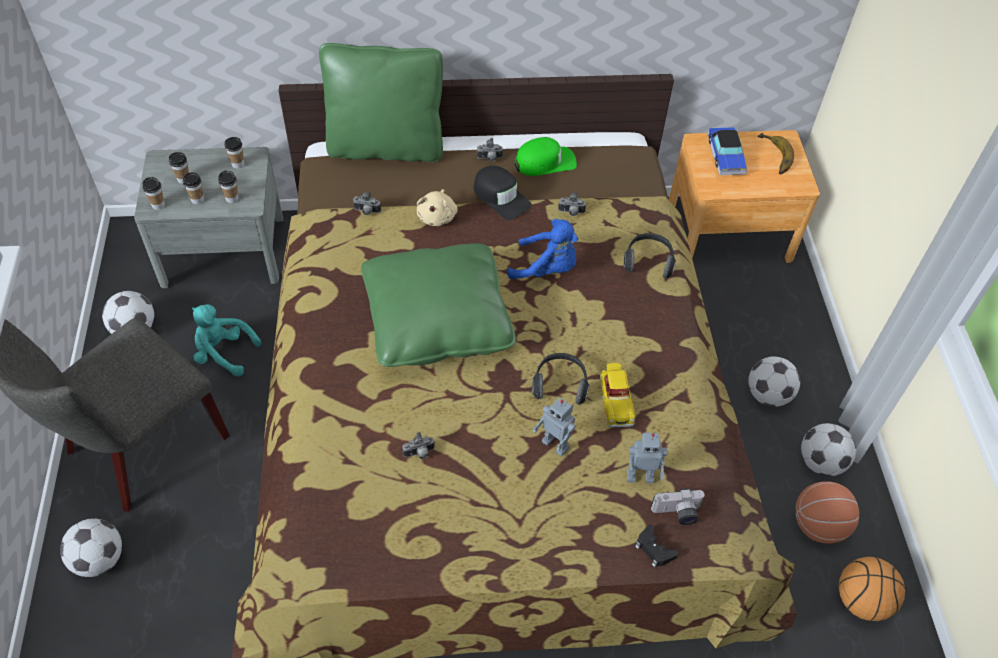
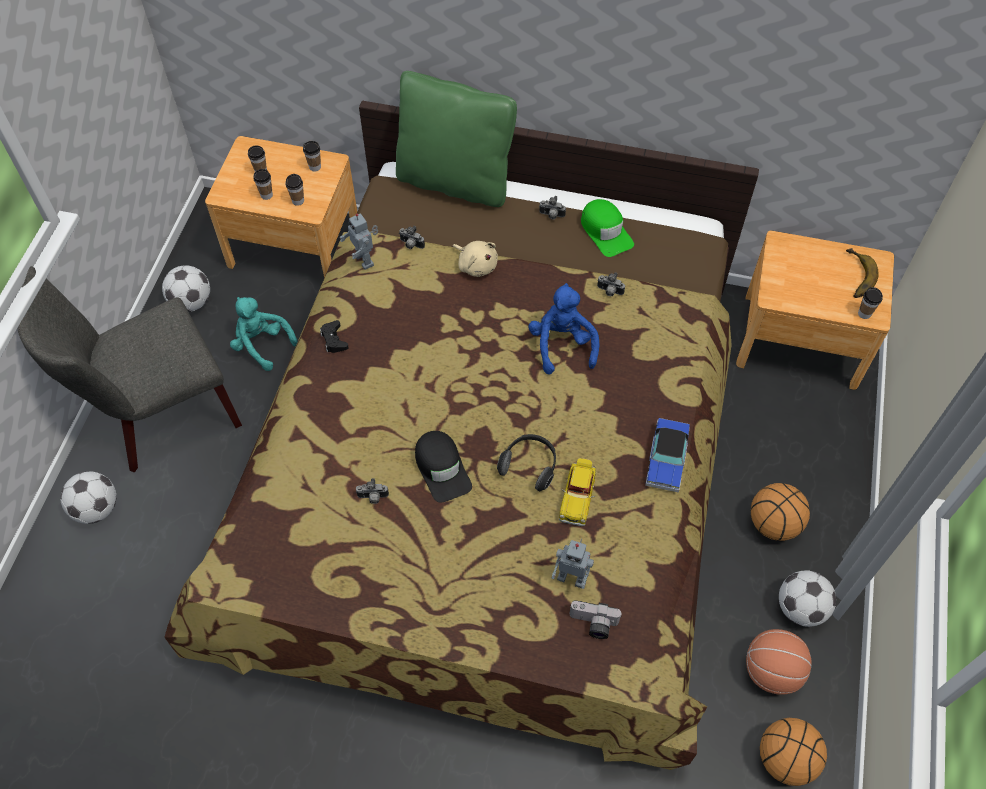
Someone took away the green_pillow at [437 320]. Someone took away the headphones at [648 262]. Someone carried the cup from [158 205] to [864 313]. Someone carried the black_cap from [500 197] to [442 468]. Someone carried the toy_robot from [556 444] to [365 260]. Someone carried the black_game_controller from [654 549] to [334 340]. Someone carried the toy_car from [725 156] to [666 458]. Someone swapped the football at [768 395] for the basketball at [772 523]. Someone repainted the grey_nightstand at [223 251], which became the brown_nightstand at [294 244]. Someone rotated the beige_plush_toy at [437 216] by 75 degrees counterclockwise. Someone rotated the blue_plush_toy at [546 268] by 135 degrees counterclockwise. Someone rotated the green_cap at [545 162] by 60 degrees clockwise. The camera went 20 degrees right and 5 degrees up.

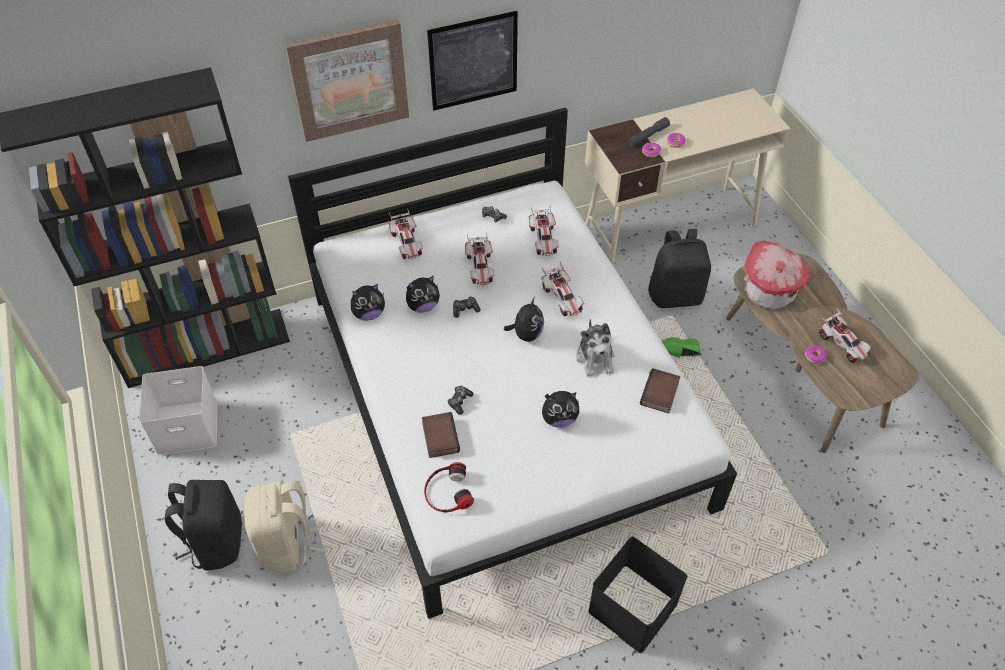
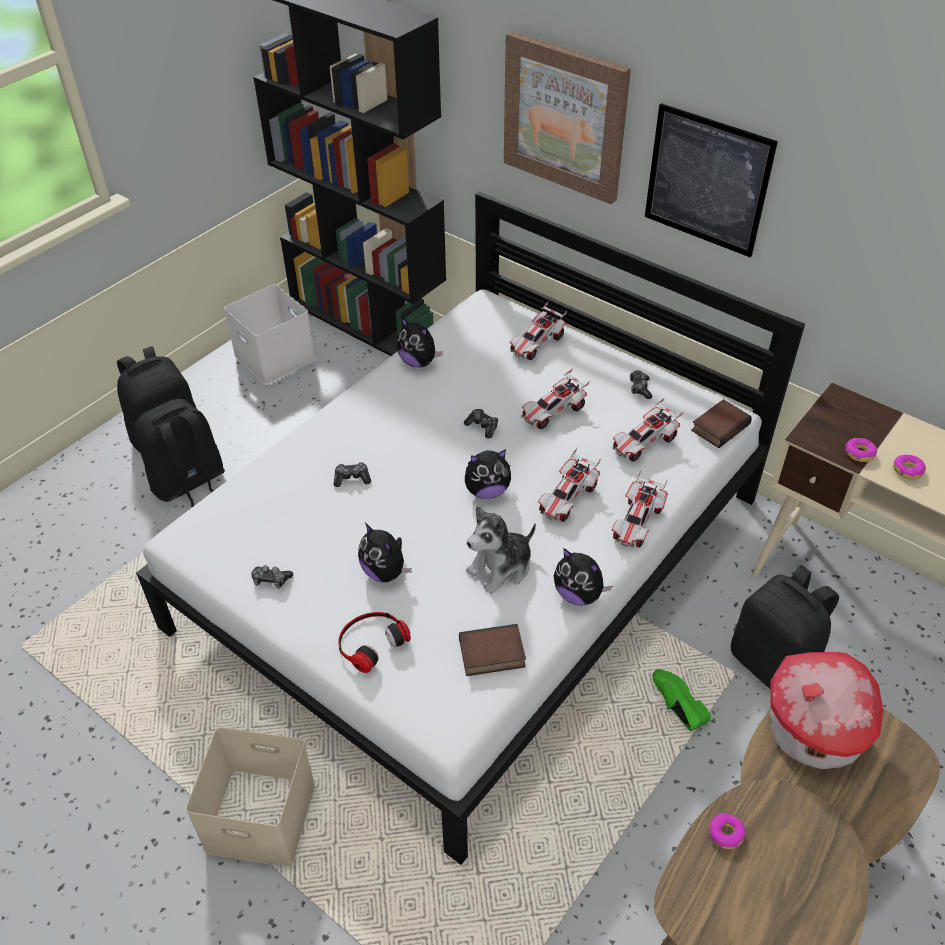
Someone took away the grey_flashlight at [648 136]. Someone put down the game_controller at [271 580]. Someone carried the plush_toy from [423 306] to [578 594]. Someone carried the book from [439 437] to [719 426]. Someone carried the headphones from [447 492] to [371 642]. Someone carried the toy_car from [842 344] to [637 523]. Someone repainted the beige_backpack at [288 545], which became the black_backpack at [189 484]. Someone repainted the black_storage_box at [633 610], which became the beige_storage_box at [258 819]. The camera went 60 degrees right and 5 degrees down.

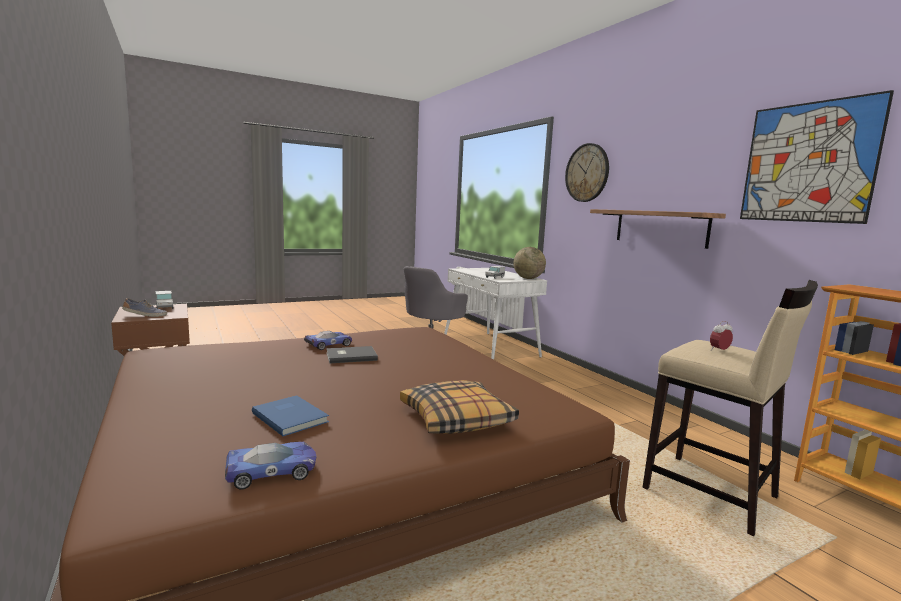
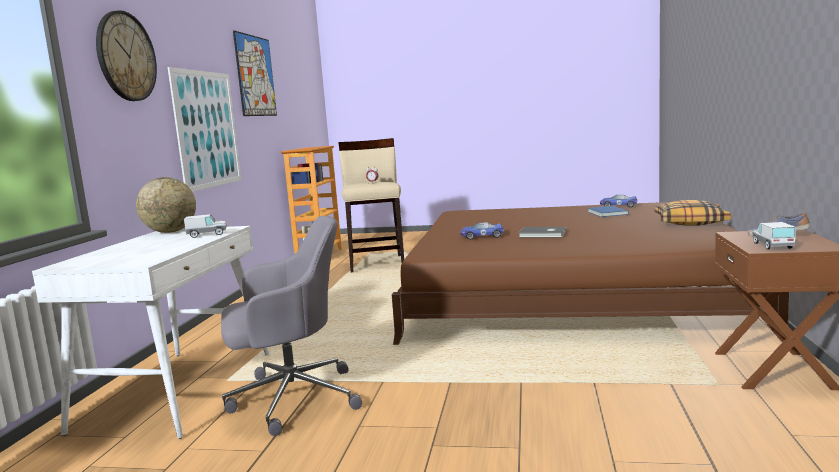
Someone carried the toy_car from [329 344] to [481 236]. Someone carried the pillow from [456 419] to [690 222]. Someone swapped the shelf at [660 227] for the picture at [207 129]. The camera went 140 degrees left and 0 degrees up.

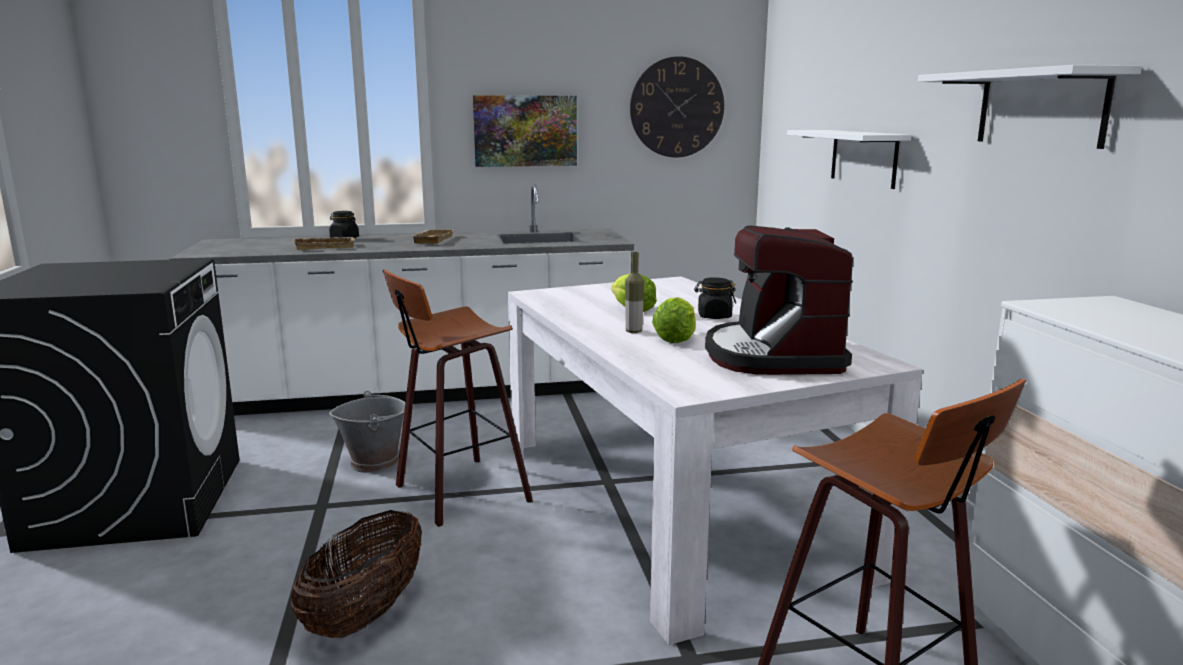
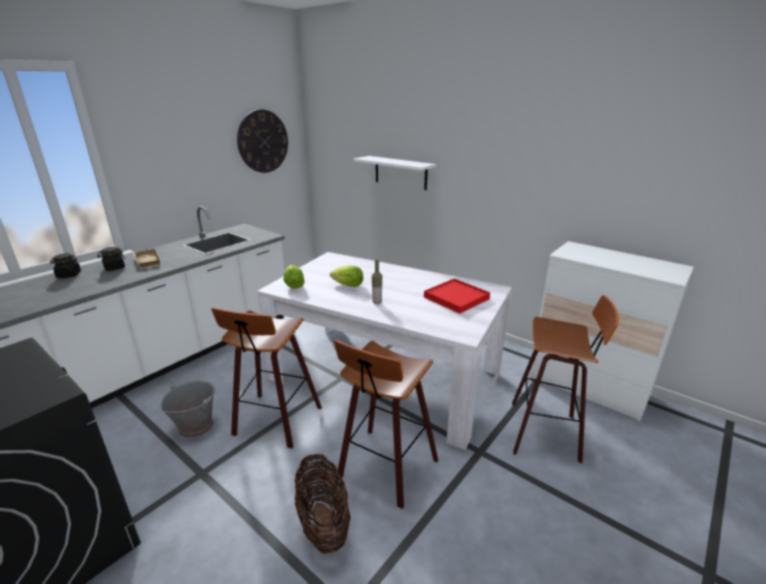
Someone took away the beige_tray at [325 246]. Someone took away the picture at [525 131]. Someone took away the white_shelf at [1040 108]. Someone put down the stool at [385 469]. Someone carried the lettuce from [676 339] to [294 285]. Someone carried the black_jar from [714 316] to [114 268]. Someone swapped the coffee_machine at [773 356] for the red_tray at [456 298]. The camera went 40 degrees left and 10 degrees up.

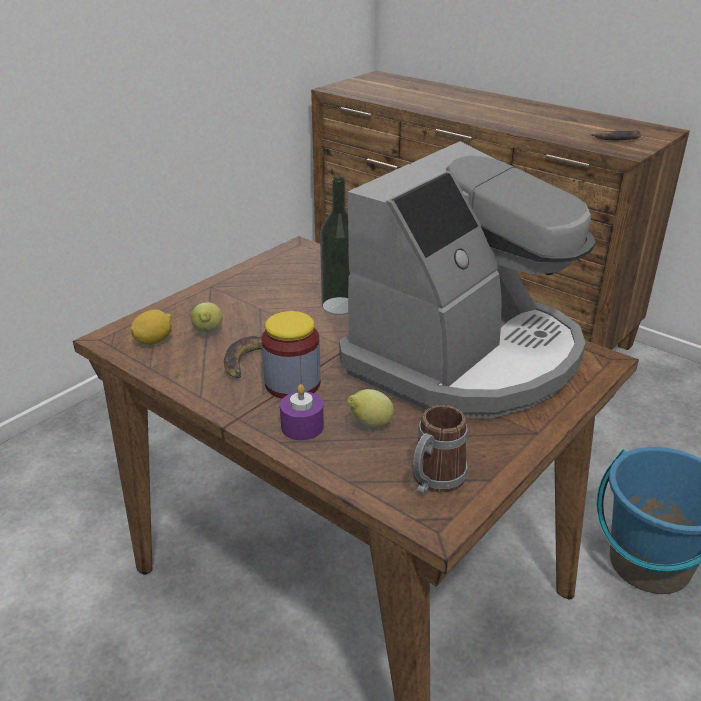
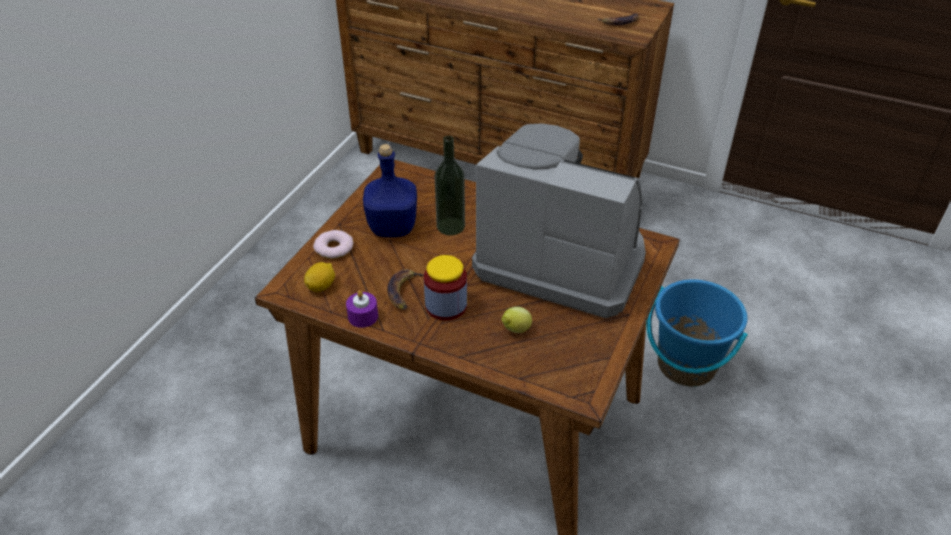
Someone took away the lemon at [208 333]. Someone took away the mug at [433 482]. Someone put down the donut at [334 248]. Someone put down the blue_bottle at [392 227]. Someone carried the purple_candle from [302 426] to [363 316]. Someone rotated the coffee_machine at [466 357] by 90 degrees counterclockwise. The camera went 15 degrees left and 10 degrees up.

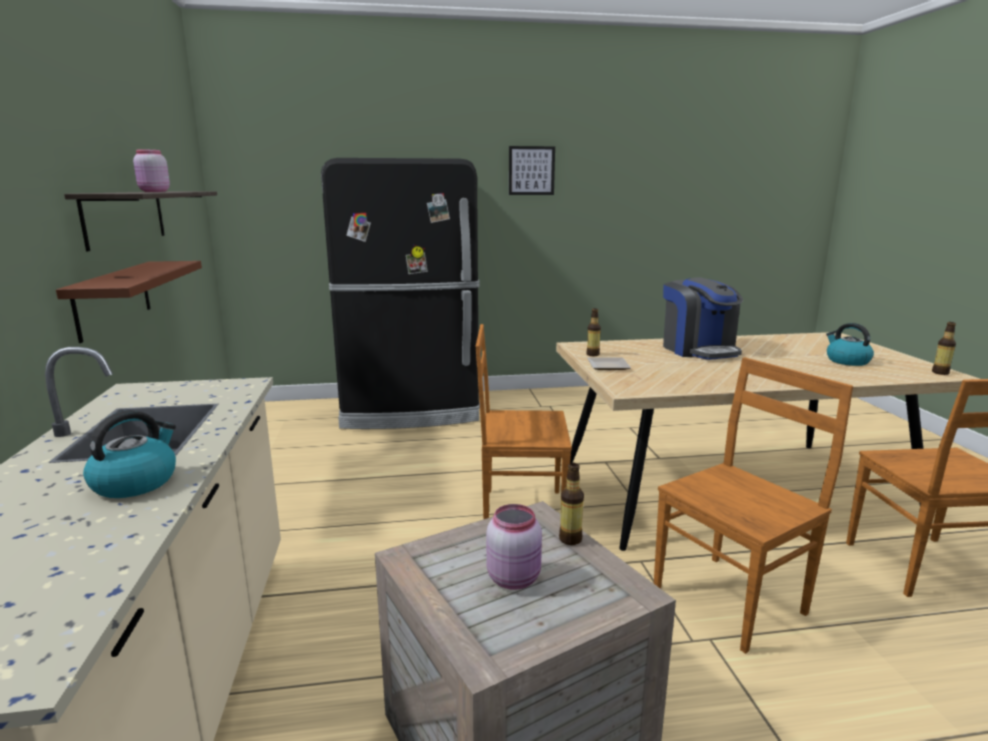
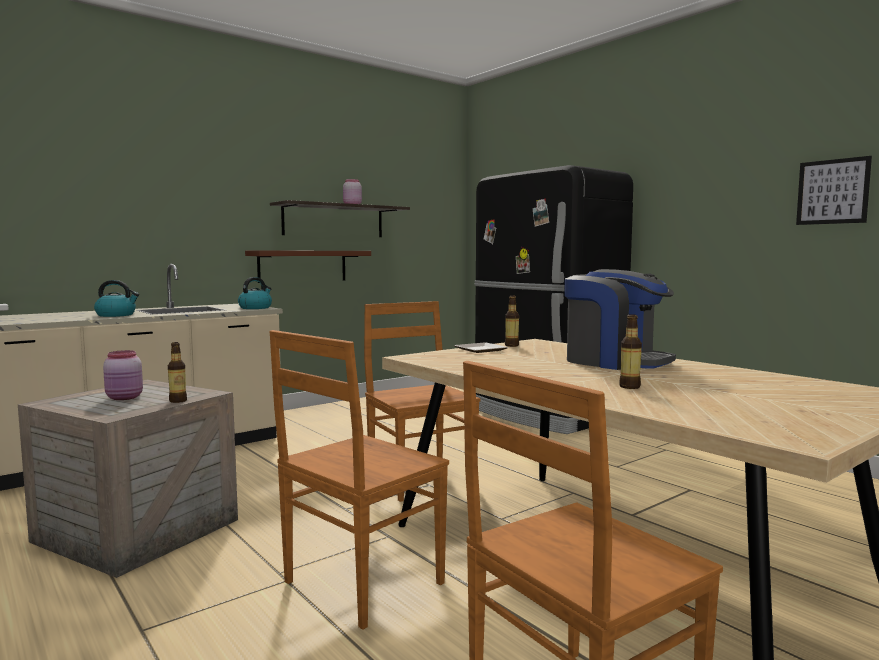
Someone carried the picture from [531 170] to [832 191]. Someone carried the kettle from [846 361] to [255 308]. Someone carried the bottle from [940 373] to [629 387]. Someone rotated the brown_chair at [731 599] by 105 degrees clockwise. Someone rotated the coffee_machine at [698 350] by 90 degrees counterclockwise. The camera went 60 degrees right and 10 degrees down.

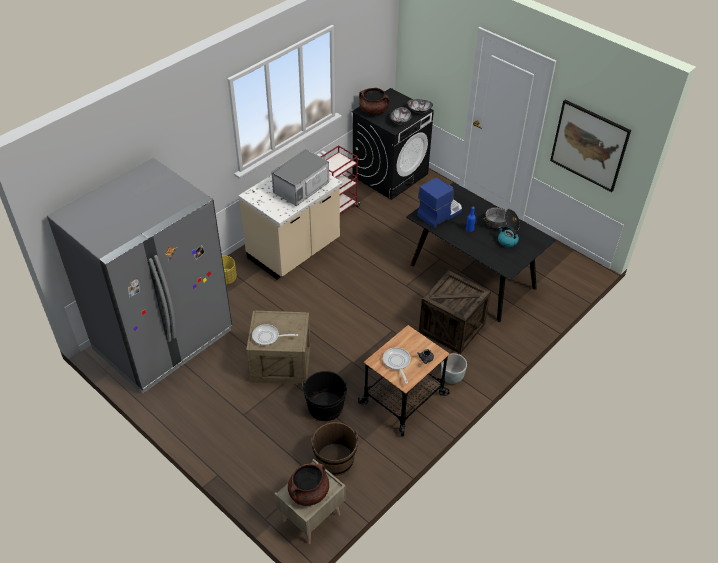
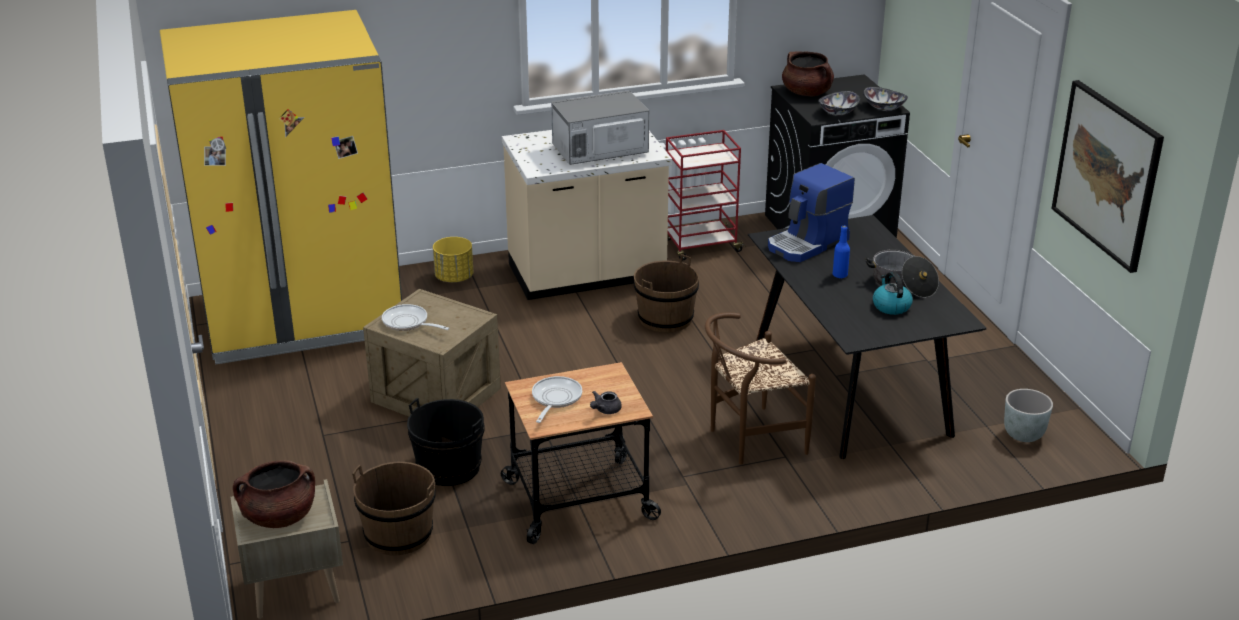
Someone put down the brown_bucket at [665 319]. Someone carried the grey_planter from [452 377] to [1024 435]. Someone swapped the crate at [452 327] for the brown_chair at [749 440]. Someone repainted the grey_fridge at [164 340], which became the yellow_fridge at [302 318]. Someone rotated the coffee_machine at [439 213] by 150 degrees clockwise. The camera went 30 degrees right and 15 degrees down.

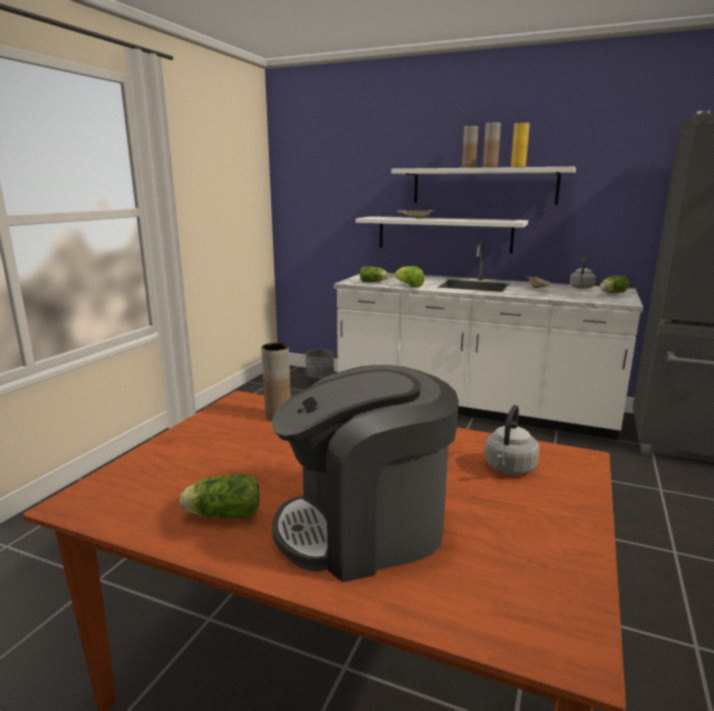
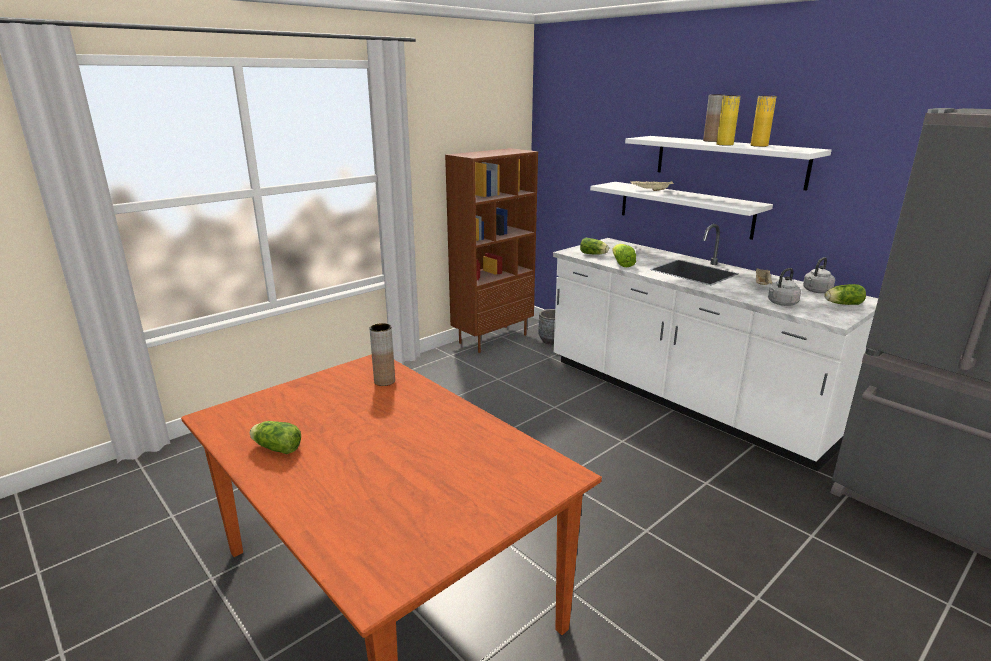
Someone took away the coffee_machine at [365 527]. Someone put down the brown_bookcase at [492 338]. Someone carried the grey_kettle from [509 469] to [781 303]. Someone repainted the brown_vase at [490 167], which became the yellow_vase at [724 144]. The camera went 25 degrees right and 5 degrees up.

